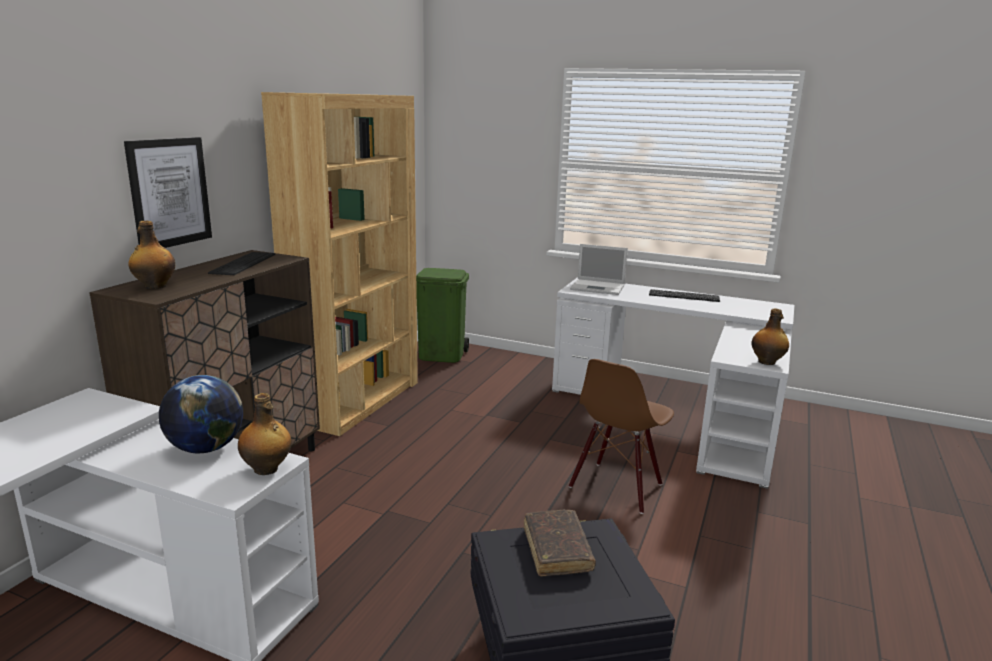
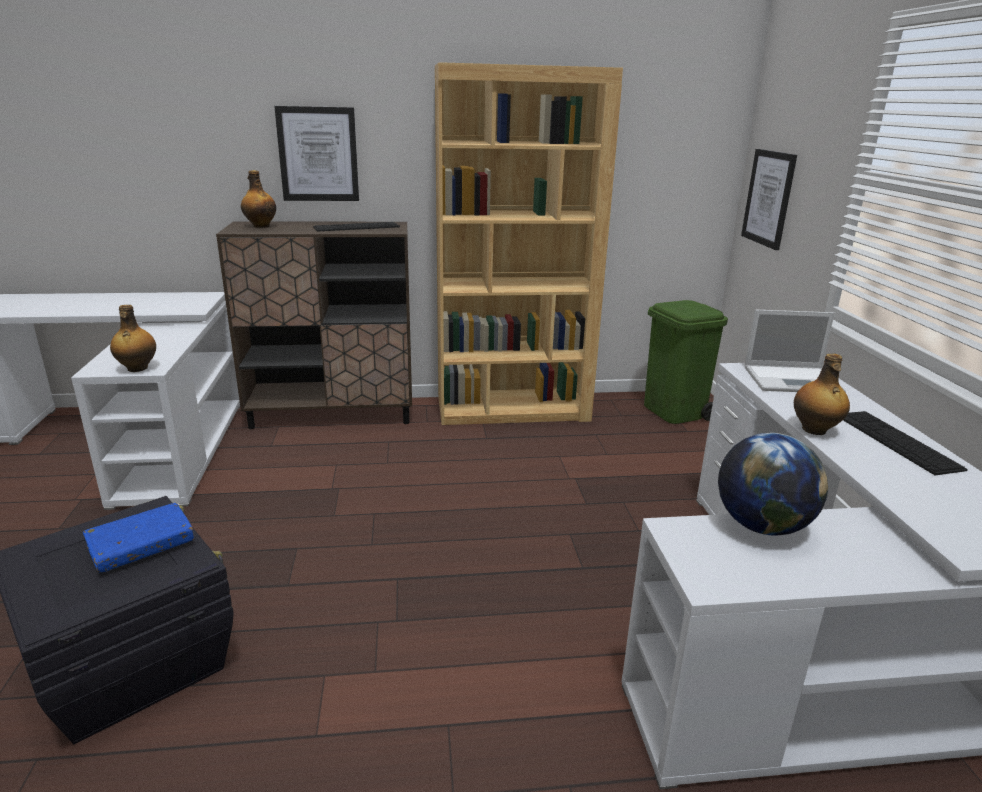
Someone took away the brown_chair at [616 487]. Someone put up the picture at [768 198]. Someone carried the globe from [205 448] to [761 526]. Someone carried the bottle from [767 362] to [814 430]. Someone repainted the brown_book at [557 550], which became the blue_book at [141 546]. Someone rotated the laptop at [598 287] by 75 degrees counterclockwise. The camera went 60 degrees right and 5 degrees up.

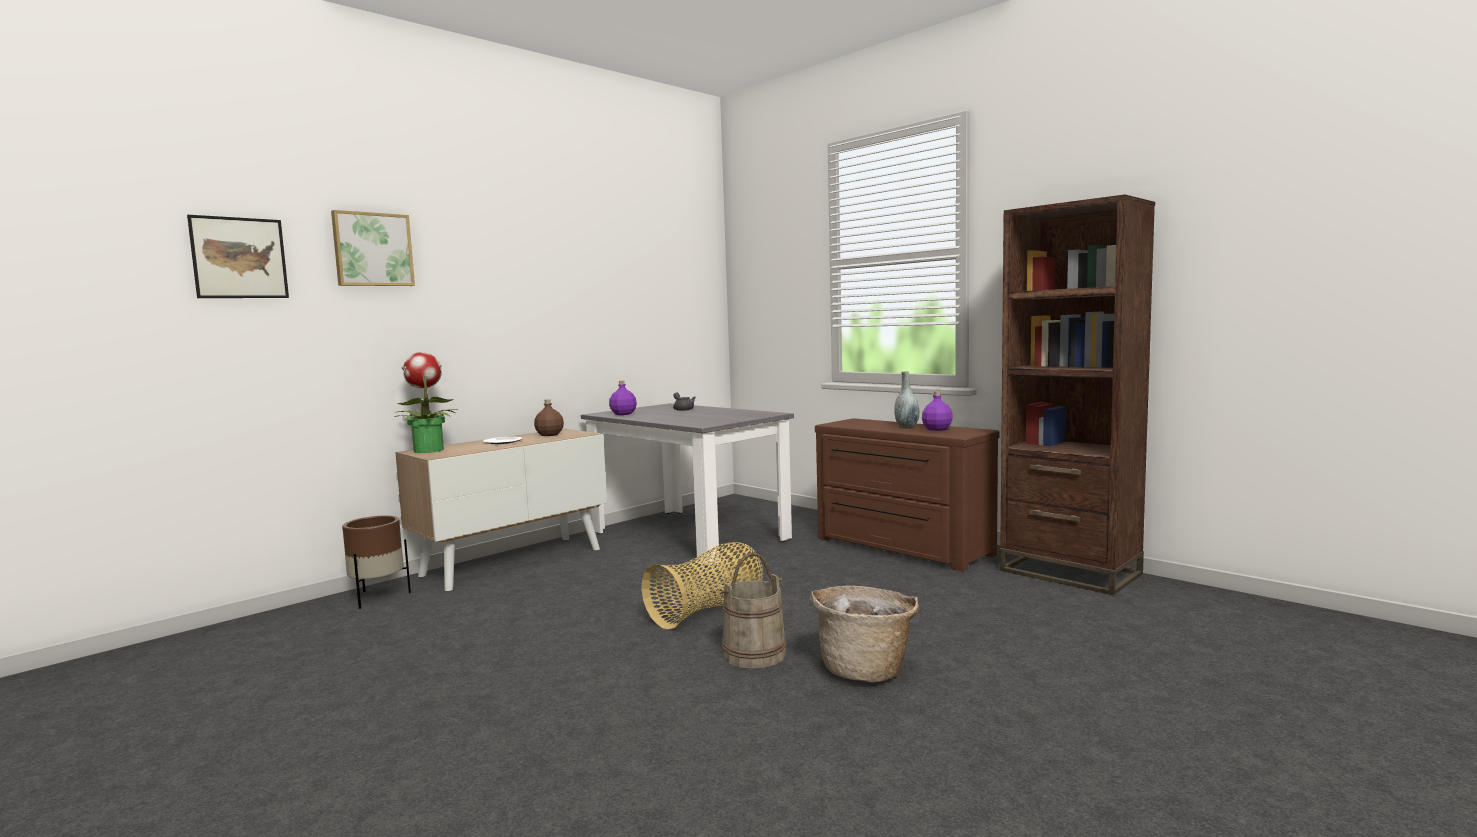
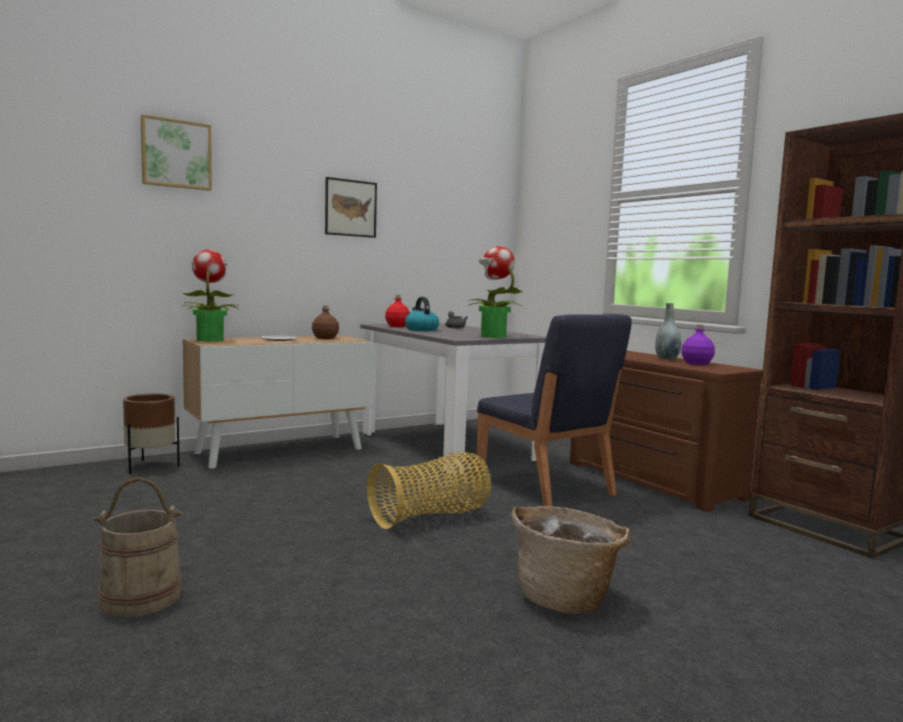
Someone put down the kettle at [421 329]. Someone put down the potted_plant at [492 336]. Someone put down the blue_chair at [545 488]. Someone carried the picture from [239 258] to [350 208]. Someone carried the beige_bucket from [754 654] to [141 597]. Someone repainted the purple_bottle at [623 414], which became the red_bottle at [397 326]. The camera went 10 degrees right and 0 degrees up.

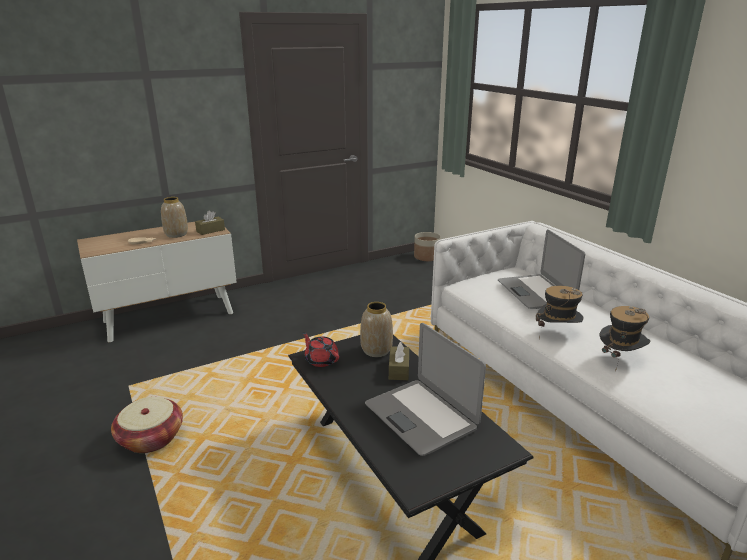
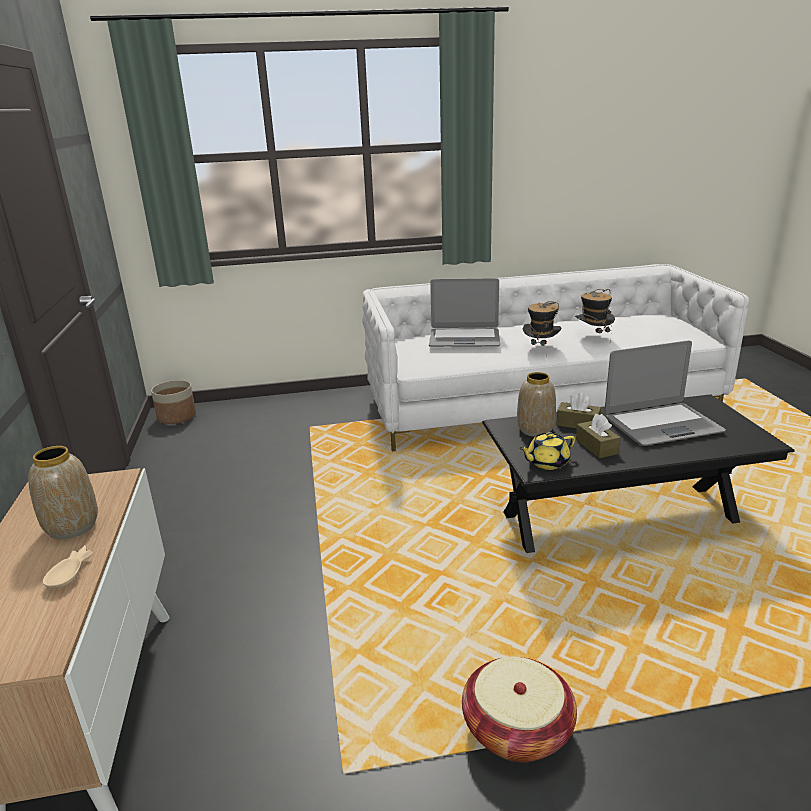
Someone carried the brown_tissue_box from [210 230] to [596 447]. Someone repainted the red_teapot at [321 360], which became the yellow_teapot at [546 463]. The camera went 70 degrees left and 0 degrees up.

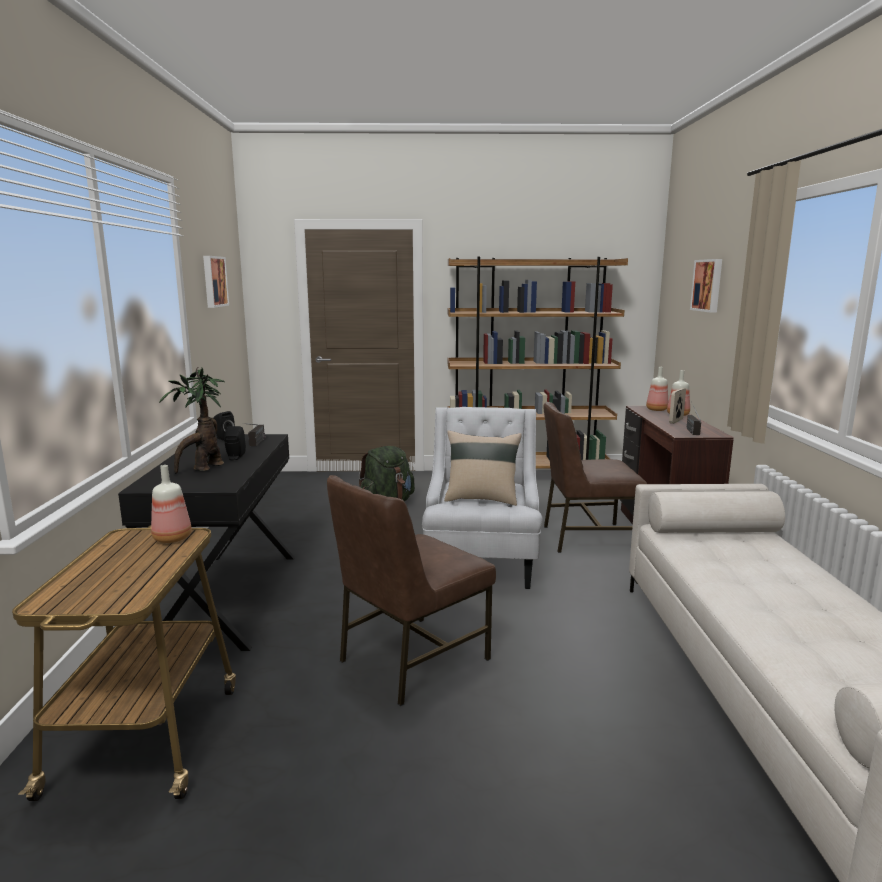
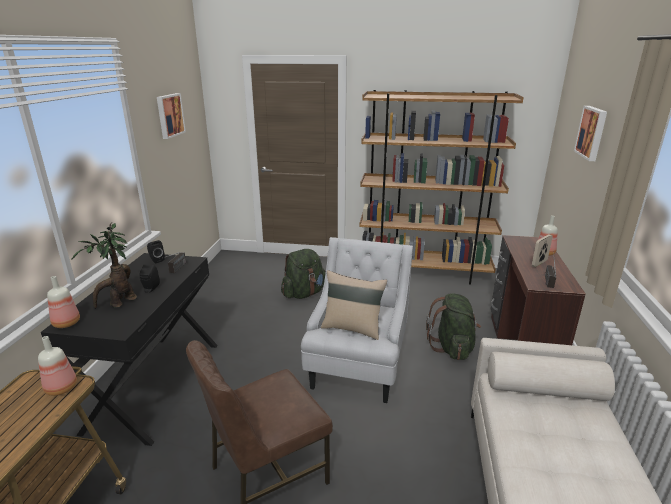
Someone carried the bottle from [656 409] to [66 323]. Someone swapped the brown_chair at [586 538] for the green_backpack at [452 347]. The camera went 10 degrees right and 10 degrees up.

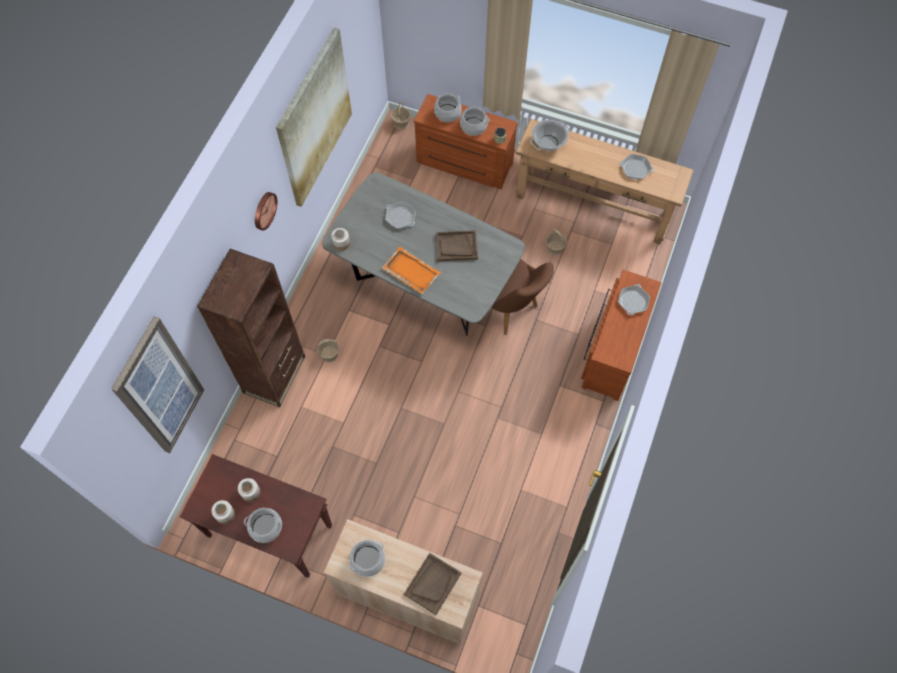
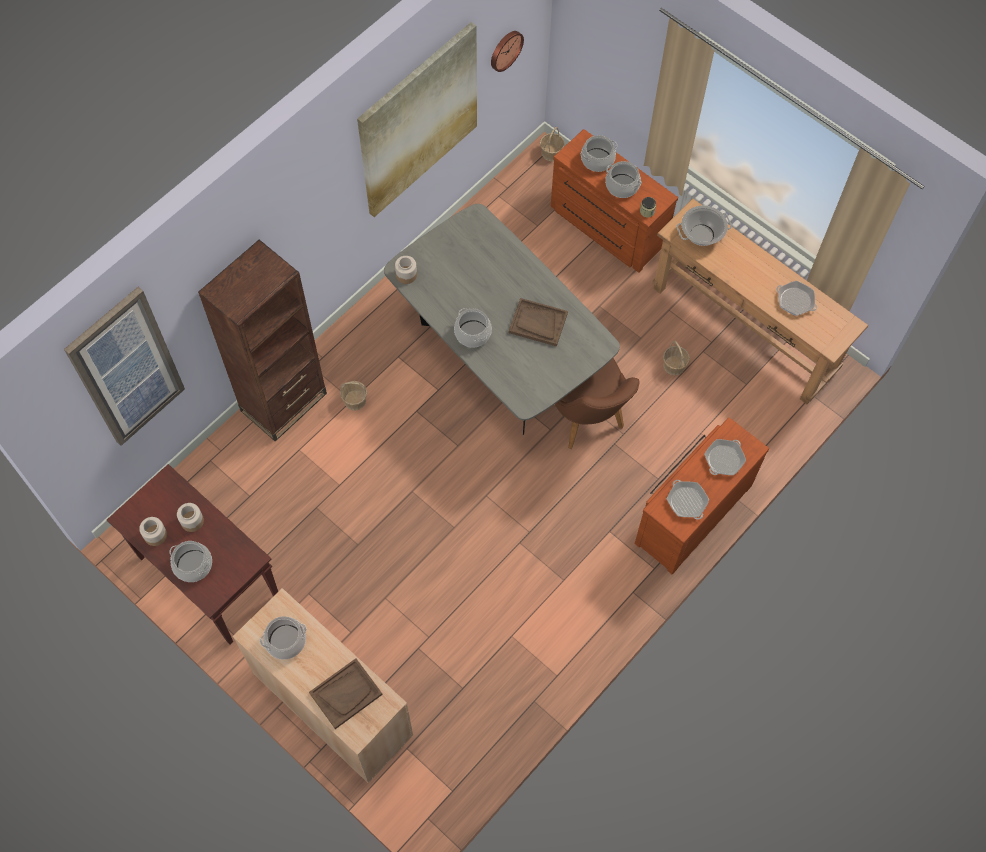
Someone carried the wall_clock from [264 210] to [505 50]. Someone carried the frying_pan from [400 217] to [687 501]. Someone swapped the orange_tray at [410 271] for the cooking_pot at [472 333]. The camera went 20 degrees right and 0 degrees up.

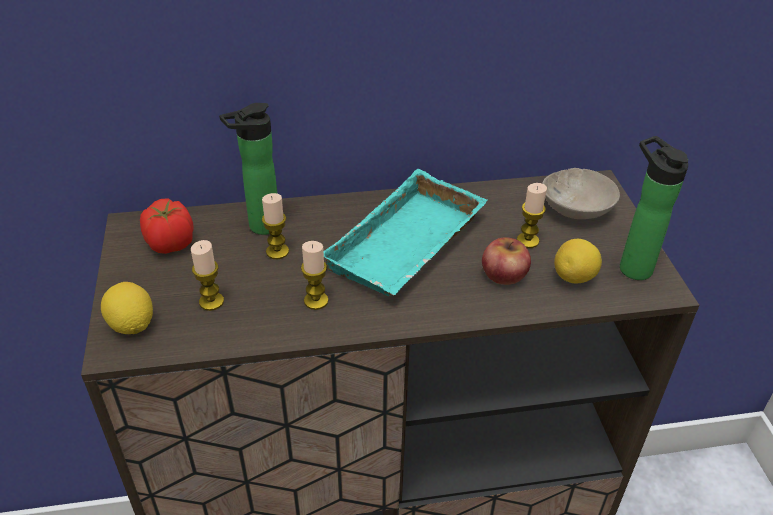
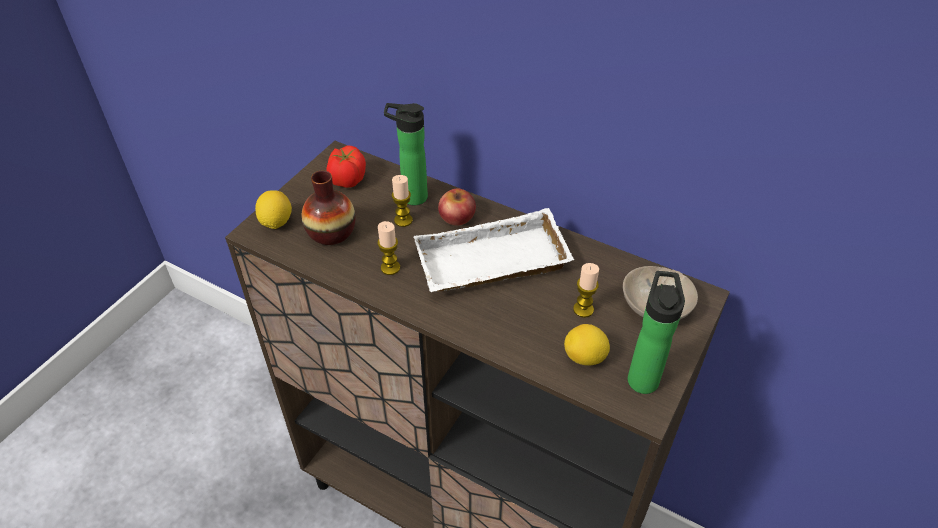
Someone carried the apple from [504 273] to [457 217]. Someone swapped the candle at [211 301] for the vase at [331 232]. Someone repainted the turquoise_tray at [408 247], which became the white_tray at [491 265]. The camera went 40 degrees right and 5 degrees up.

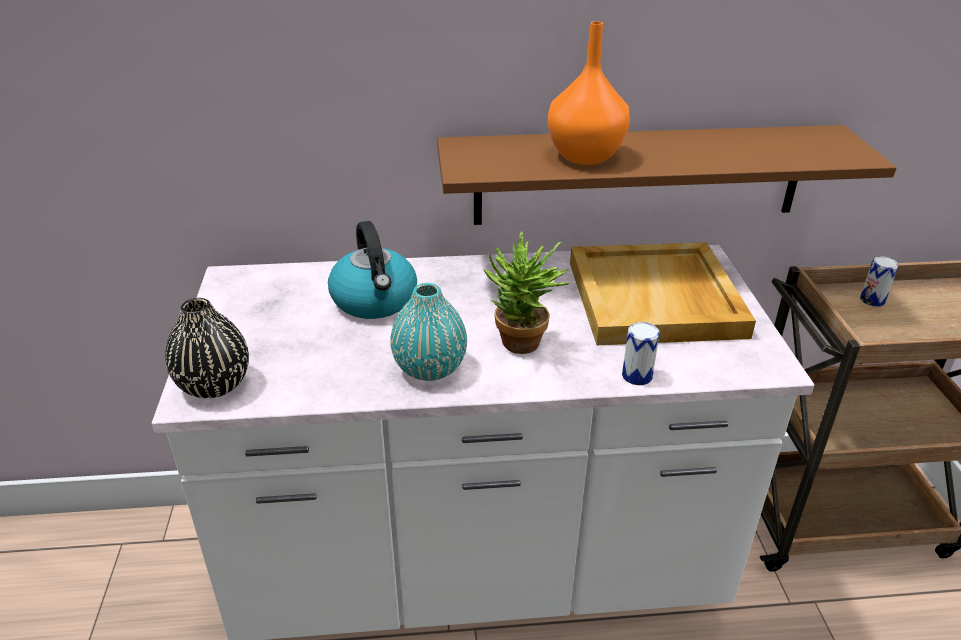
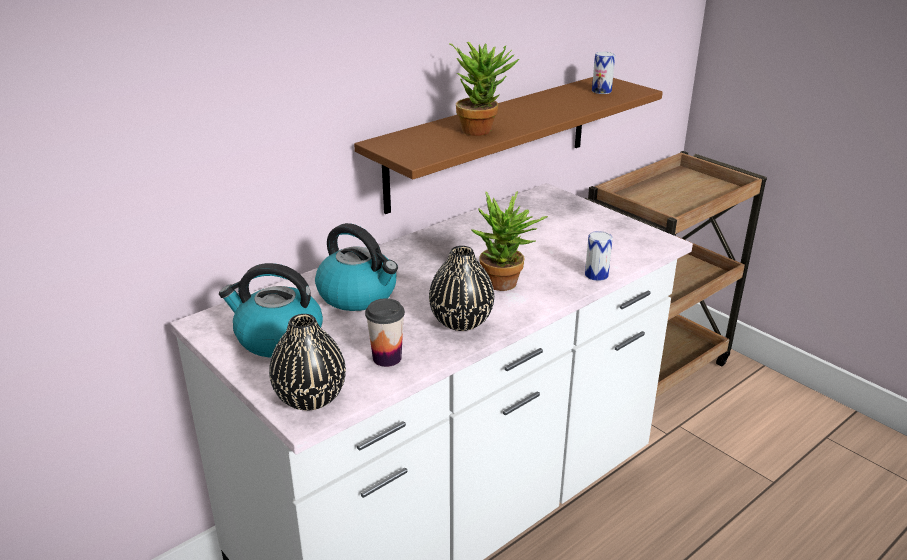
Someone took away the beige_tray at [656 299]. Someone put down the kettle at [278 338]. Someone put down the cup at [387 358]. Someone carried the can from [872 300] to [601 91]. Someone swapped the orange_vase at [585 157] for the potted_plant at [482 129]. Someone repainted the turquoise_vase at [430 368], which became the black_vase at [461 321]. The camera went 35 degrees left and 5 degrees down.

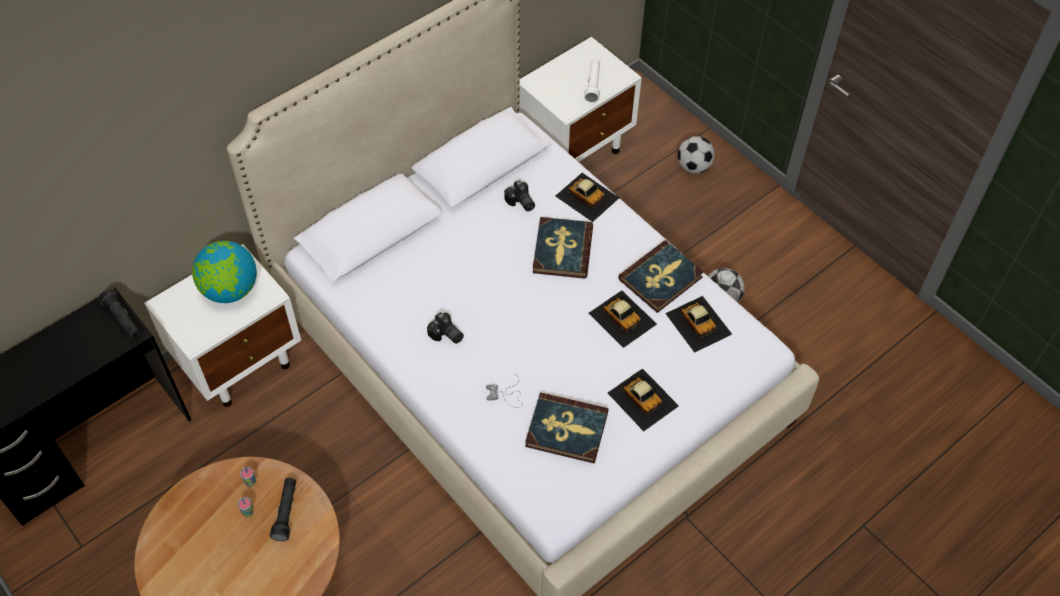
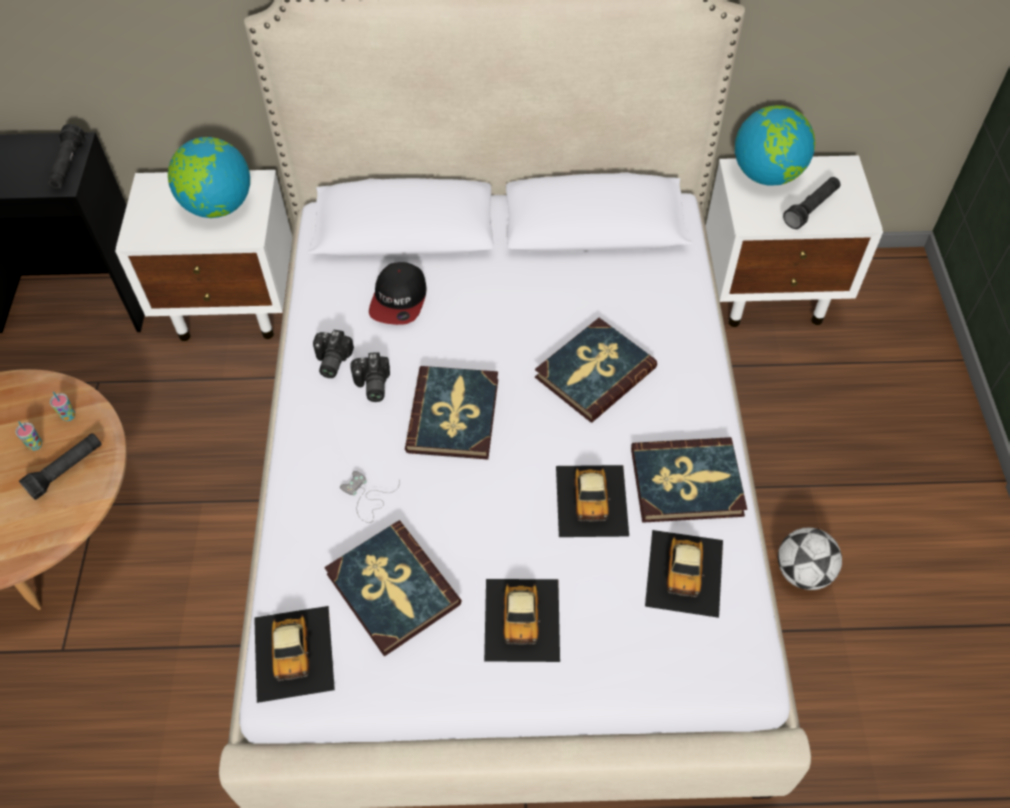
Someone took away the football at [694 167]. Someone put down the cap at [399 300]. Someone put down the book at [454 415]. Someone put down the globe at [767 175]. Someone carried the photo_camera from [520 203] to [330 361]. Someone carried the toy_car from [587 196] to [294 652]. Someone repainted the white_flashlight at [593 84], which became the black_flashlight at [811 208]. The camera went 40 degrees right and 0 degrees up.

